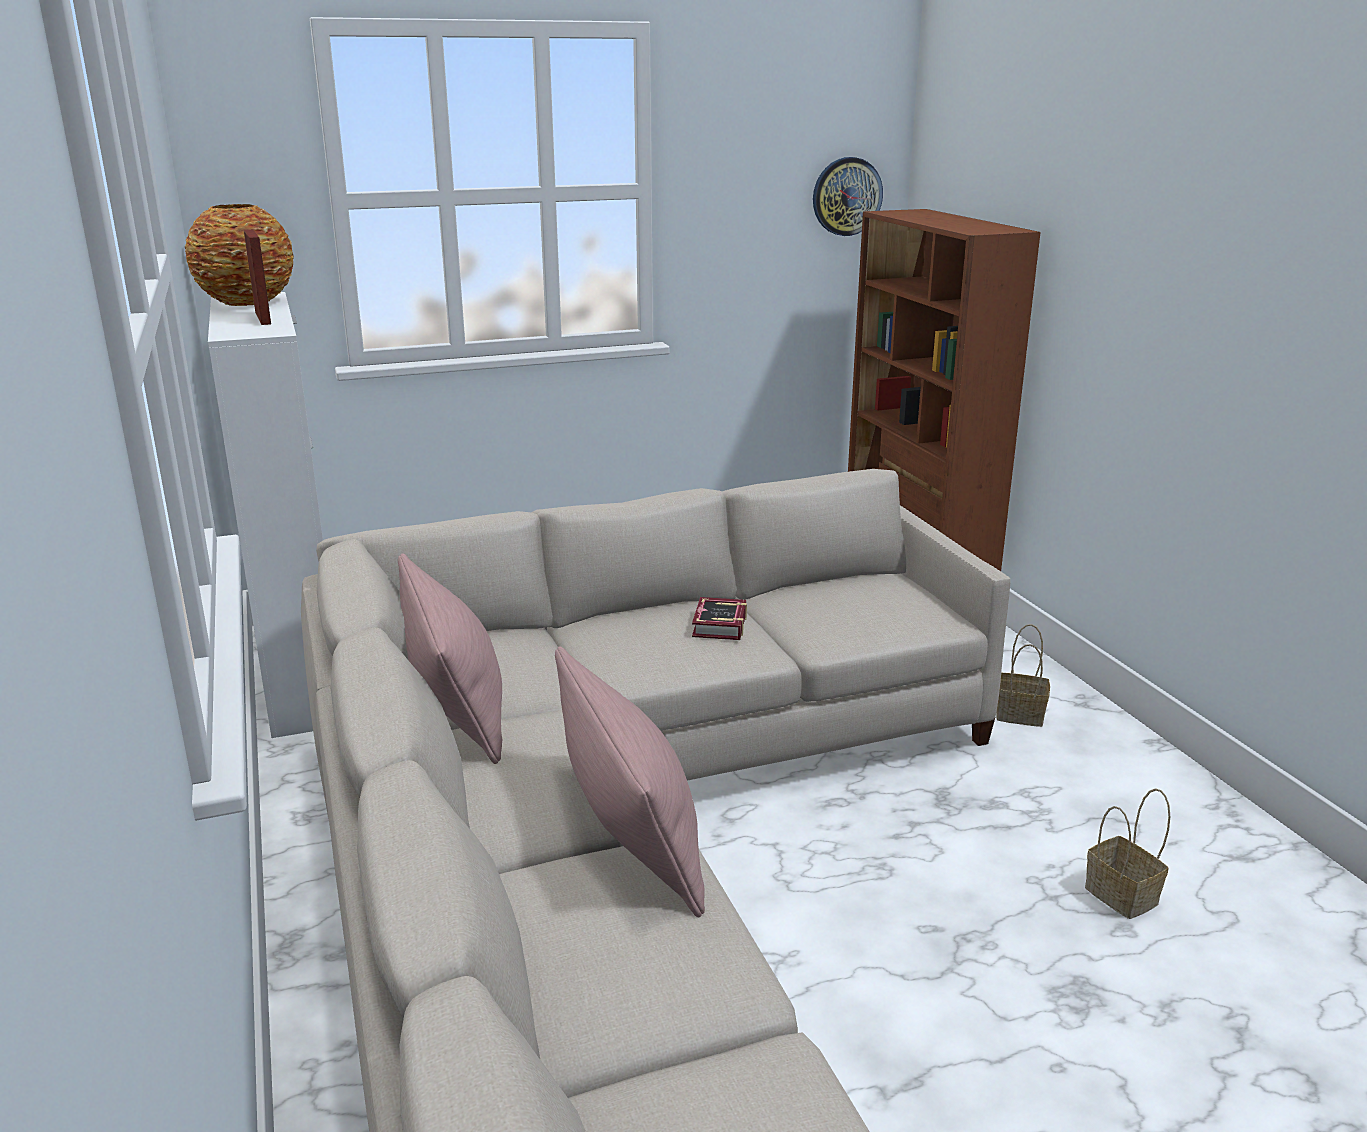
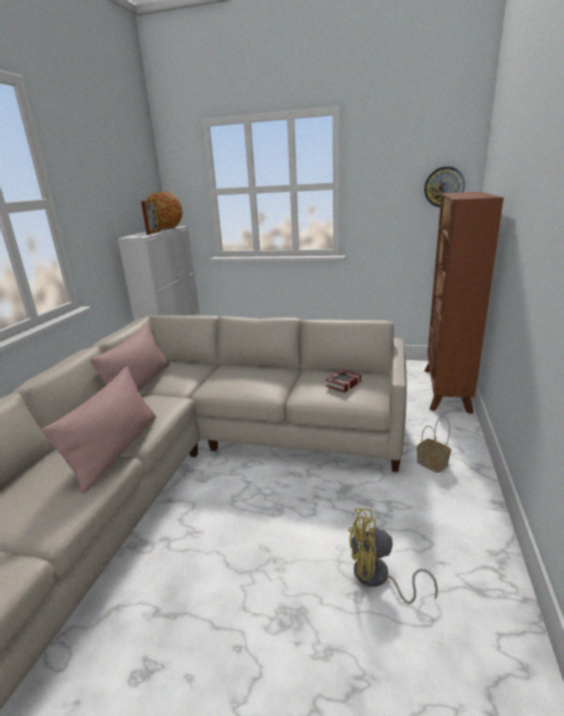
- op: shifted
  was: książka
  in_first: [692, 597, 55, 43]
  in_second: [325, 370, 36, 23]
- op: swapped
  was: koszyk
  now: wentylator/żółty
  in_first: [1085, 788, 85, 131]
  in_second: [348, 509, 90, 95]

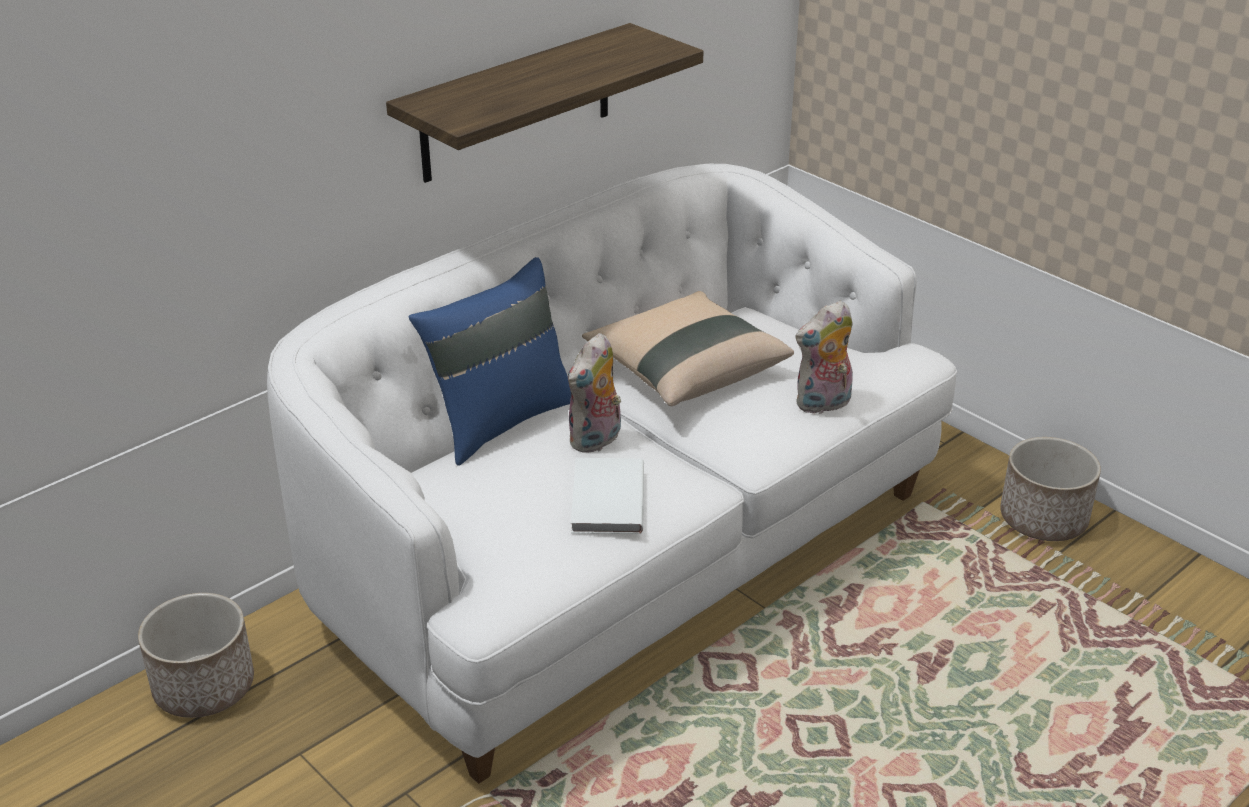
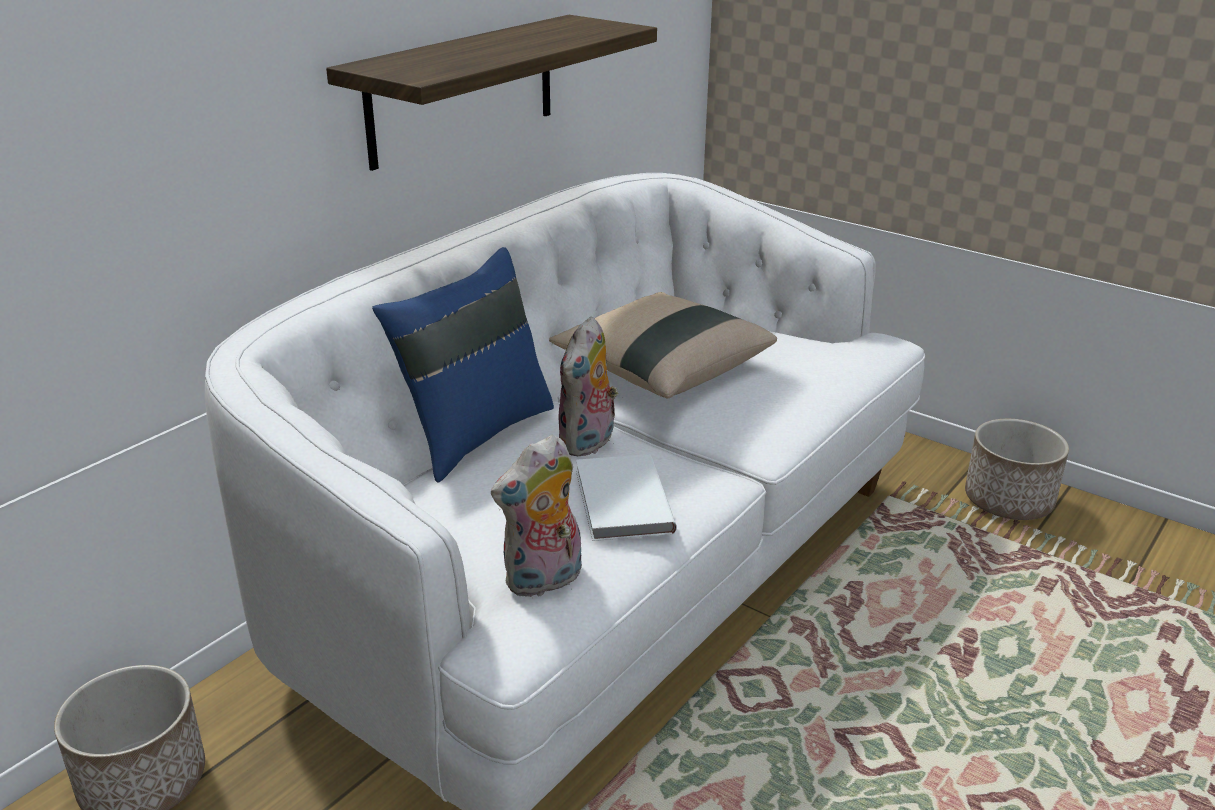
- op: shifted
  was: pluszak
  in_first: [795, 300, 58, 114]
  in_second: [491, 434, 91, 165]

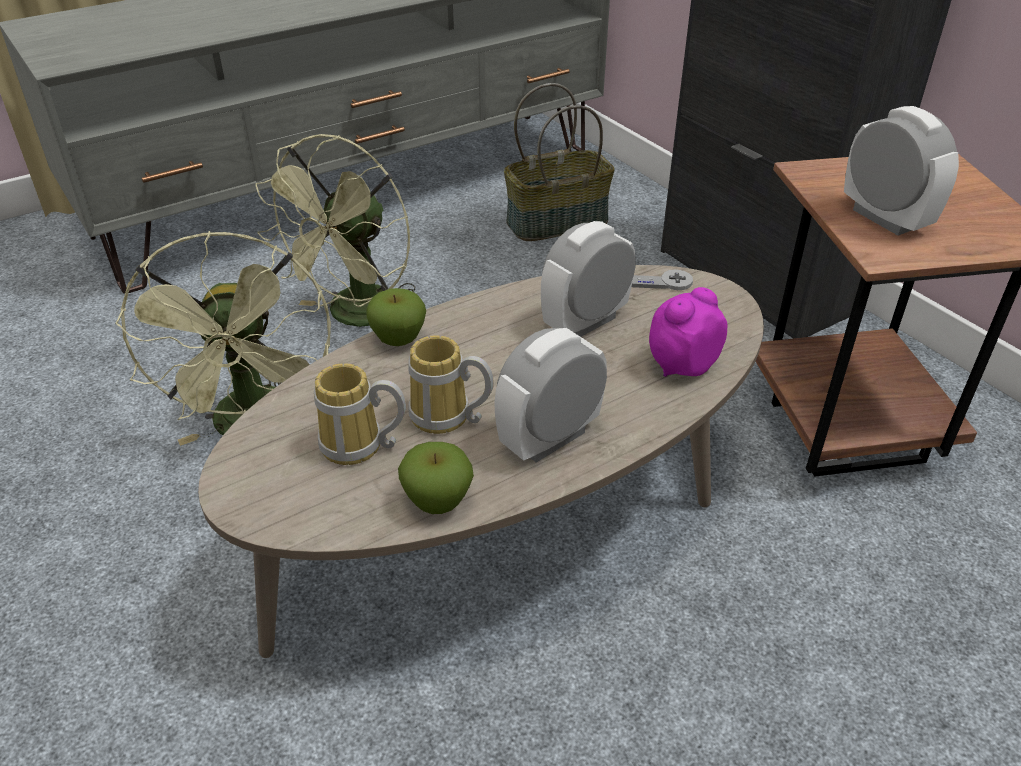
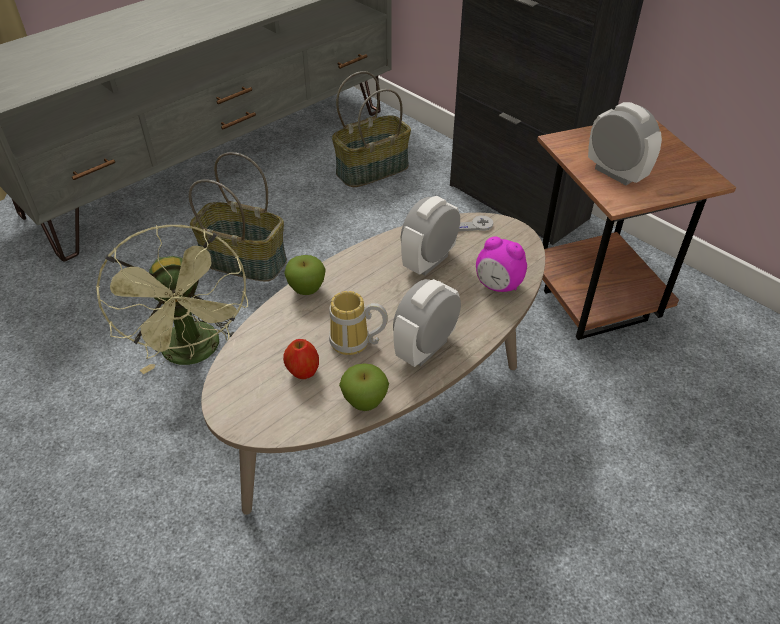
- op: swapped
  was: wentylator/zielony
  now: koszyk
  in_first: [255, 134, 161, 193]
  in_second: [189, 152, 98, 130]
- op: swapped
  was: kubek
  now: jabłko
  in_first: [314, 363, 92, 102]
  in_second: [283, 339, 36, 40]
- op: rotated
  was: budzik
  in_first: [649, 287, 78, 90]
  in_second: [476, 237, 51, 55]
  clockwise: -105

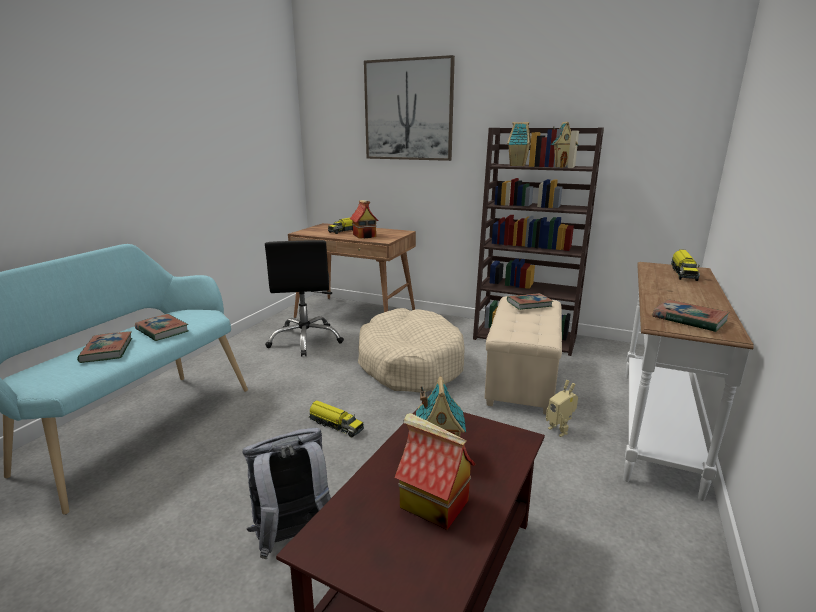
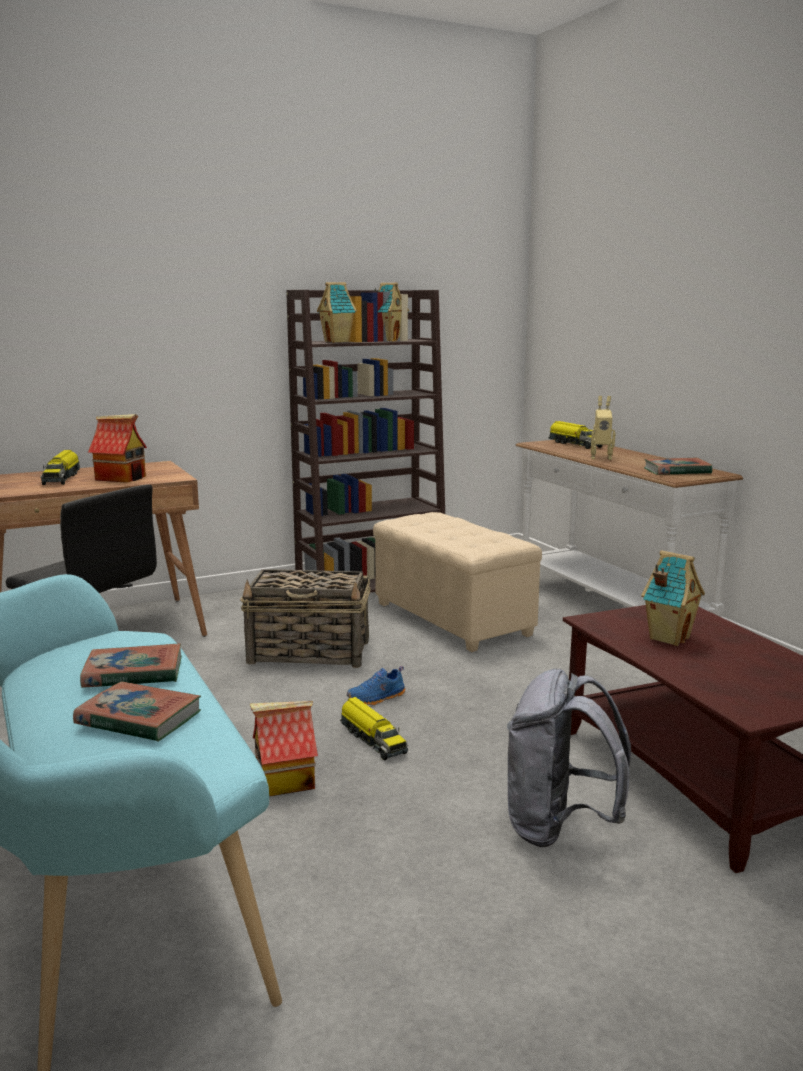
- op: swapped
  was: legowisko/beżowy
  now: koszyk
  in_first: [358, 308, 107, 85]
  in_second: [240, 569, 131, 99]
- op: shifted
  was: domek
  in_first: [394, 413, 81, 117]
  in_second: [250, 701, 68, 95]
- op: rotated
  was: ciężarówka zabawkowa
  in_first: [309, 400, 55, 38]
  in_second: [340, 697, 68, 63]
  clockwise: 75
- op: new
  now: but/niebieski
  in_second: [347, 666, 58, 39]
- op: shifted
  was: robot zabawkowy
  in_first: [546, 380, 32, 57]
  in_second: [591, 396, 25, 64]
- op: gone
  was: obraz
  in_first: [364, 55, 91, 106]
- op: gone
  was: książka
  in_first: [507, 293, 46, 17]

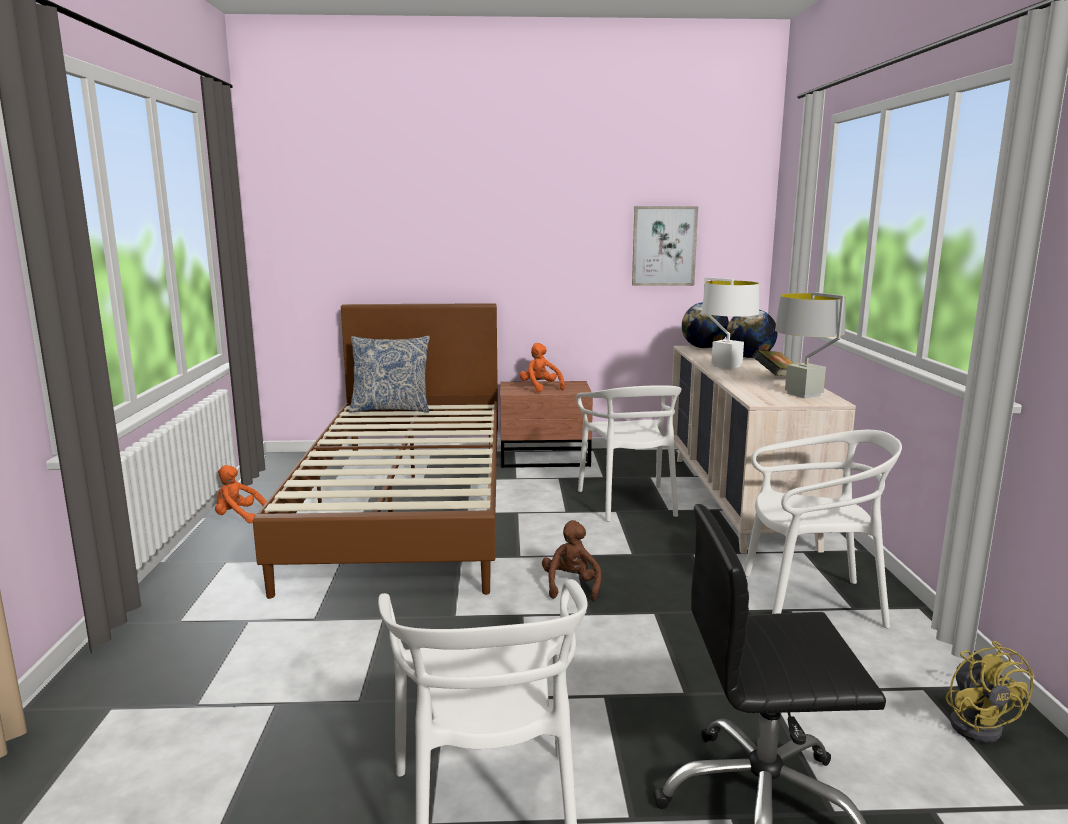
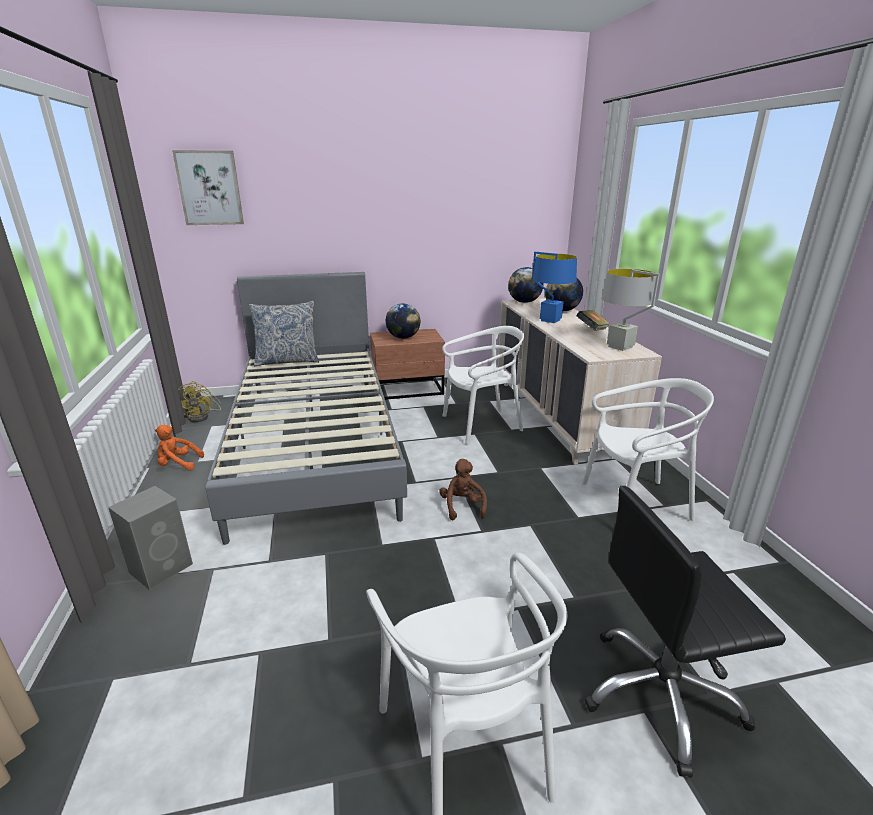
- op: new
  now: głośnik/szary
  in_second: [108, 486, 85, 104]
- op: shifted
  was: obraz
  in_first: [632, 206, 66, 80]
  in_second: [172, 150, 72, 75]
- op: shifted
  was: wentylator/żółty
  in_first: [945, 641, 89, 102]
  in_second: [178, 381, 43, 41]
- op: repainted
  was: łóżko/brązowy
  now: łóżko/szary
  in_first: [253, 303, 245, 296]
  in_second: [205, 272, 202, 273]
- op: swapped
  was: pluszak/pomarańczowy
  now: globus
  in_first: [520, 343, 45, 49]
  in_second: [386, 303, 34, 36]
- op: rotated
  was: krzesło/biały
  in_first: [576, 385, 106, 137]
  in_second: [442, 326, 82, 118]
  clockwise: -90
- op: repainted
  was: lampa stołowa/biały
  now: lampa stołowa/niebieski
  in_first: [702, 277, 57, 92]
  in_second: [532, 252, 45, 71]

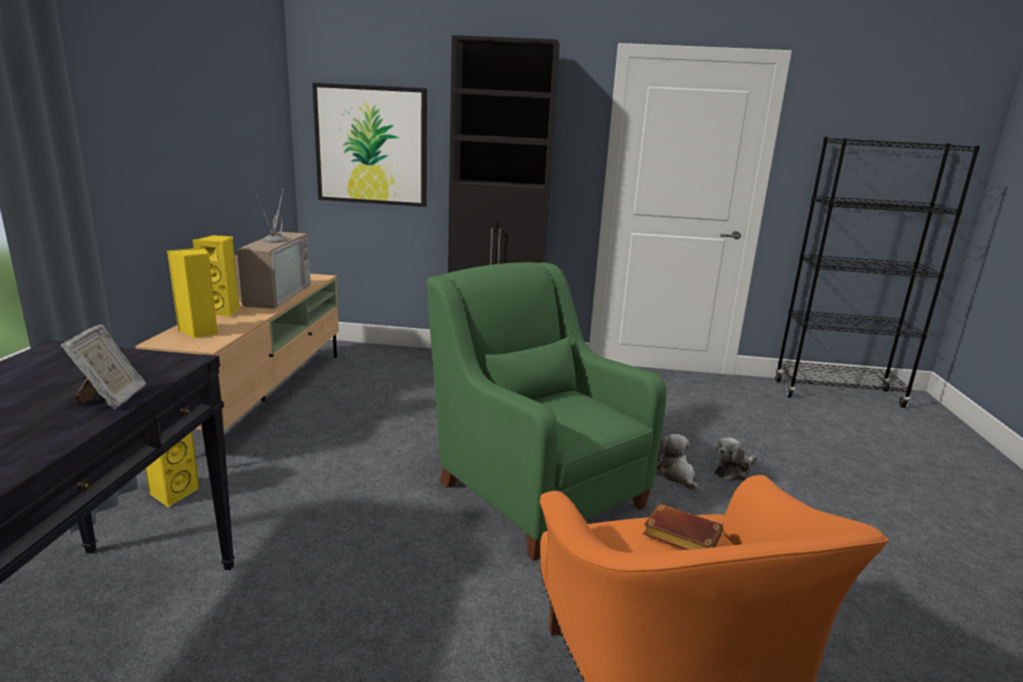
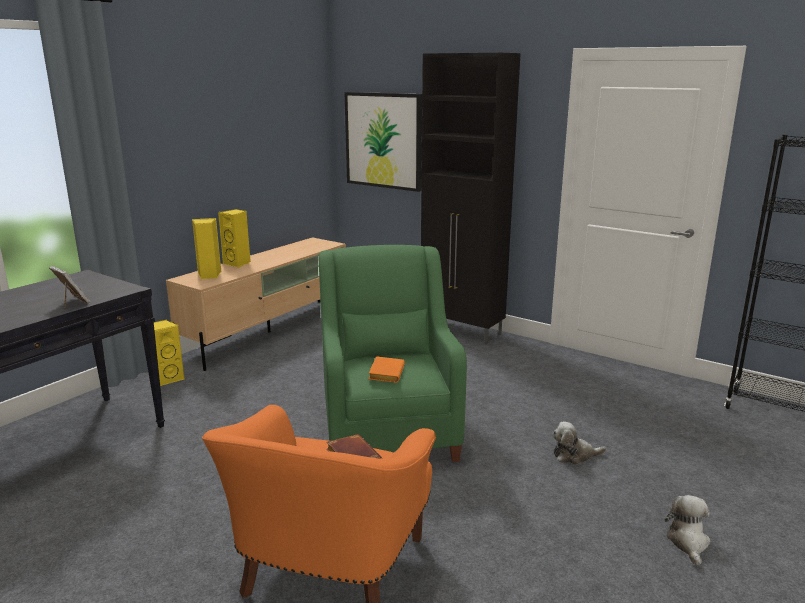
- op: rotated
  was: ramka na zdjęcie
  in_first: [61, 324, 85, 85]
  in_second: [48, 266, 43, 42]
  clockwise: -75
- op: new
  now: książka/pomarańczowy
  in_second: [369, 356, 36, 27]
- op: shifted
  was: pluszak
  in_first: [657, 434, 41, 57]
  in_second: [665, 495, 45, 71]
- op: gone
  was: telewizor
  in_first: [235, 189, 76, 120]

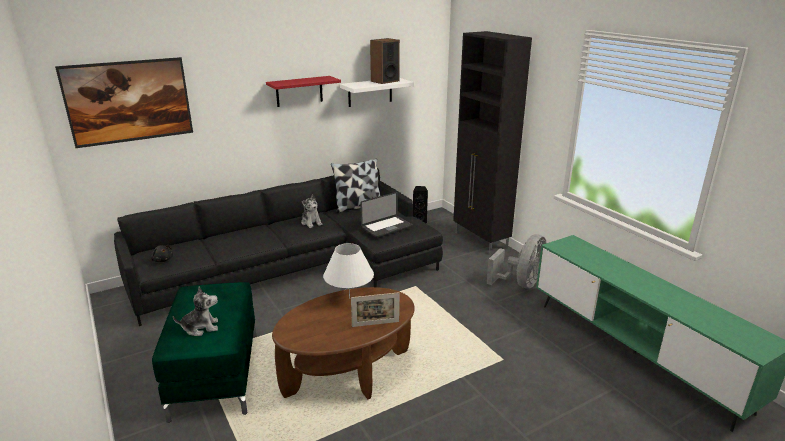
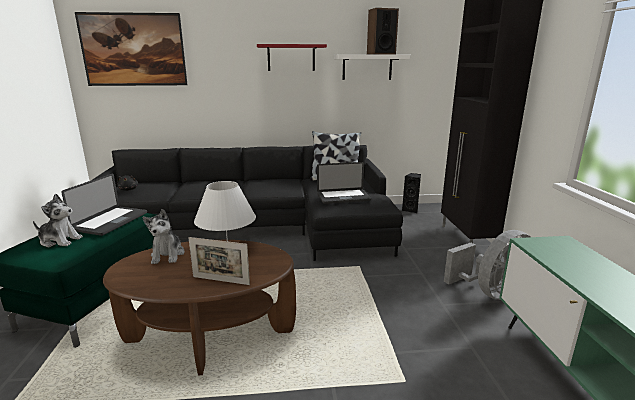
- op: new
  now: laptop
  in_second: [61, 174, 86, 62]
- op: shifted
  was: pluszak
  in_first: [301, 194, 22, 34]
  in_second: [143, 209, 42, 55]

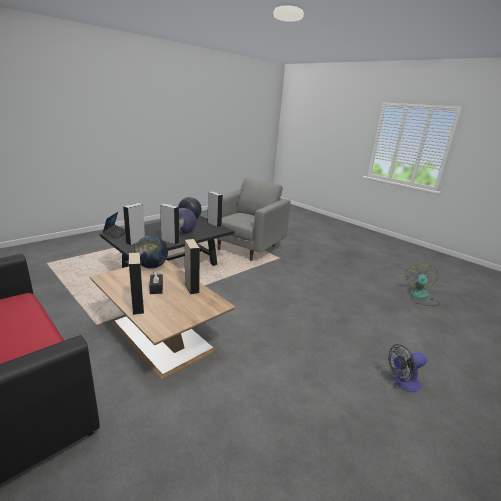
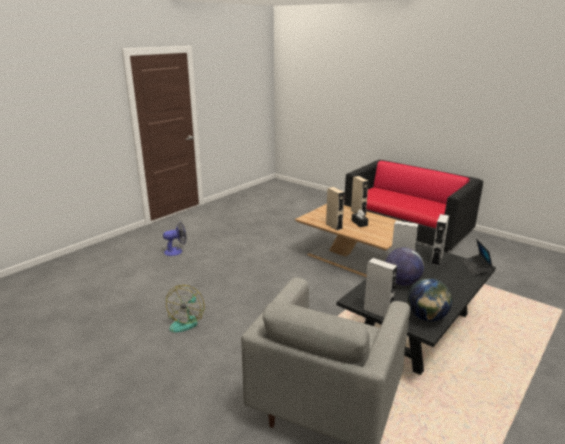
- op: shifted
  was: wentylator
  in_first: [405, 263, 36, 43]
  in_second: [166, 285, 39, 48]
- op: gone
  was: globus
  in_first: [134, 236, 34, 33]

